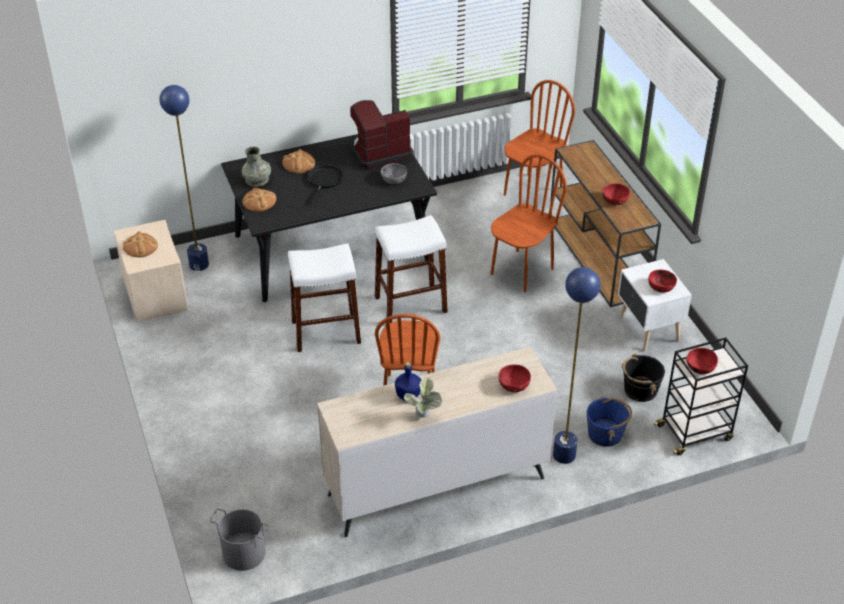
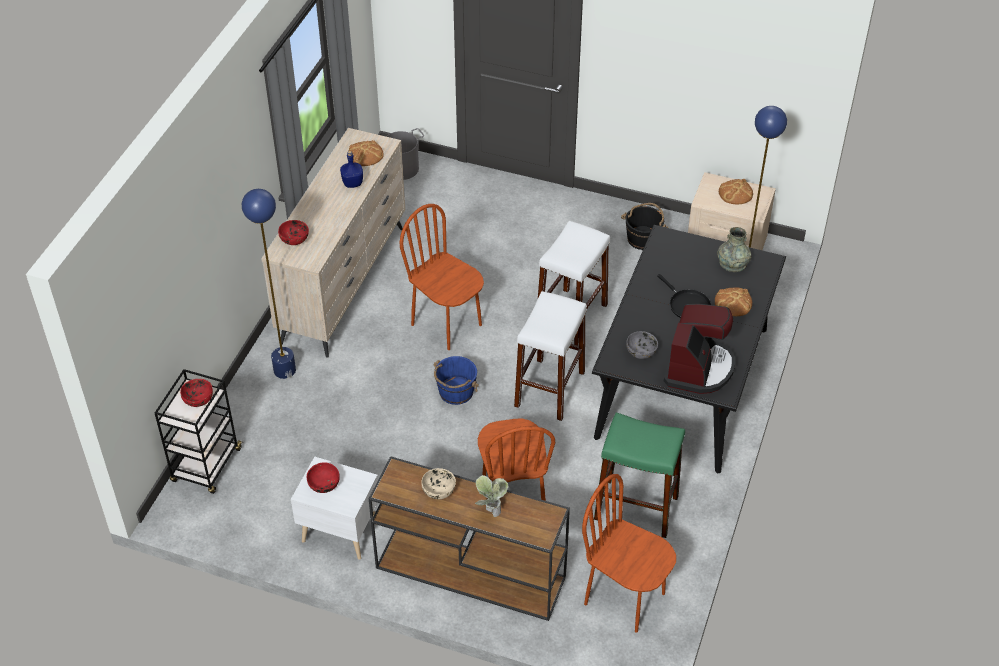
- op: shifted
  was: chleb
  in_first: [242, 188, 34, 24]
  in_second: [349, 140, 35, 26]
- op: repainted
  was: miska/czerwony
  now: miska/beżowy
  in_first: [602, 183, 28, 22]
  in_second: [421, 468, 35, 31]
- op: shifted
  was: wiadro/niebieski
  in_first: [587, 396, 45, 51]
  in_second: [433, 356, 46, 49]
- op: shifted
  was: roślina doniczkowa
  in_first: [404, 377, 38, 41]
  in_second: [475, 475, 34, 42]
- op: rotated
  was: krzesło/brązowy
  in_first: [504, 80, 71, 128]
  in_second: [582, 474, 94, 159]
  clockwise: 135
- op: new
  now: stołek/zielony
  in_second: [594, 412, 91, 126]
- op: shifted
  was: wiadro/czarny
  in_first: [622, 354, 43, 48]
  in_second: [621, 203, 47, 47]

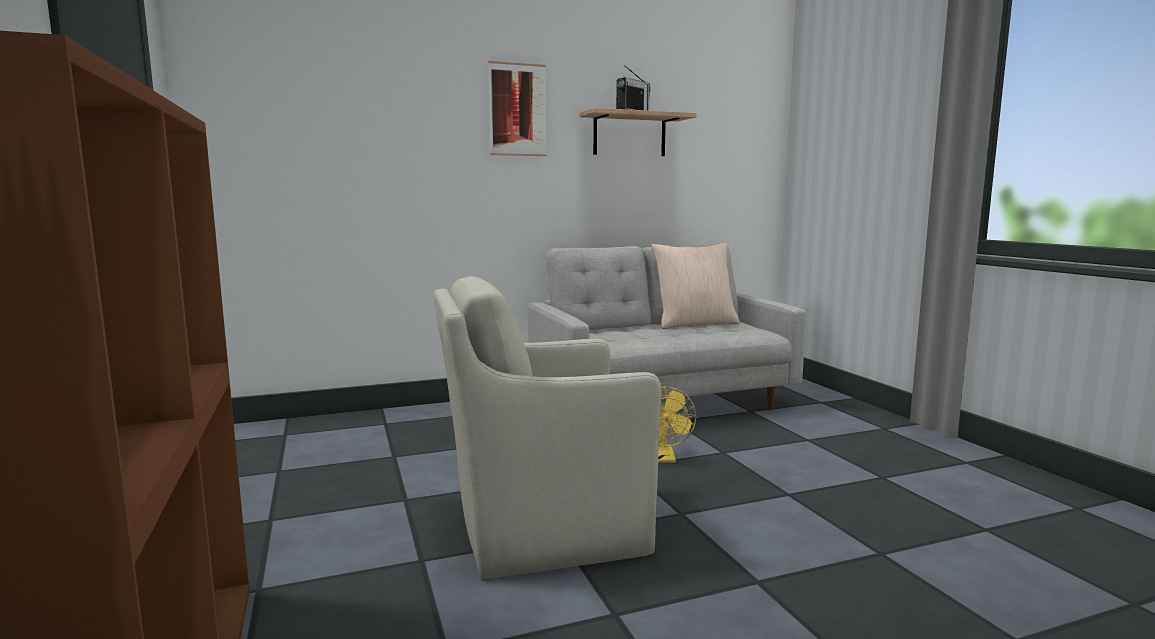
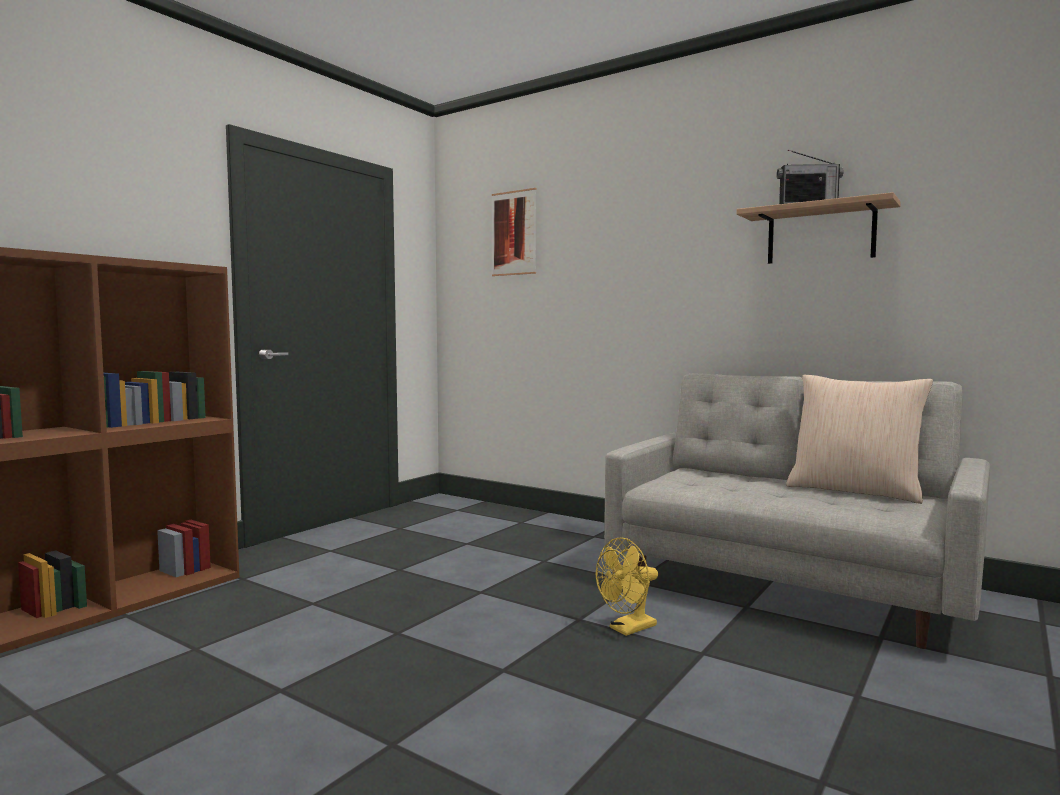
- op: shifted
  was: obraz
  in_first: [488, 61, 59, 95]
  in_second: [492, 188, 44, 88]
- op: gone
  was: fotel/beżowy
  in_first: [434, 276, 228, 303]

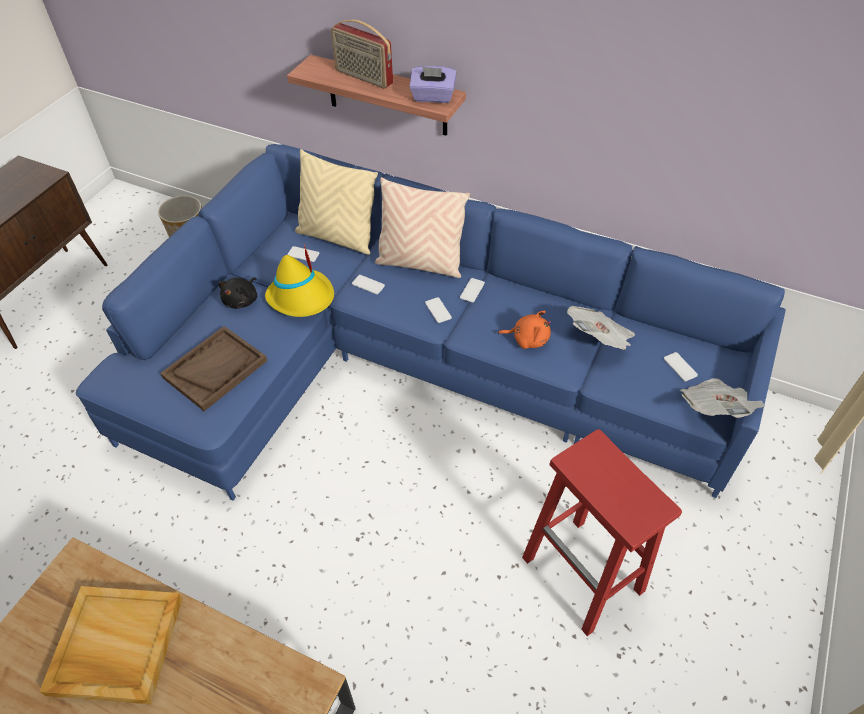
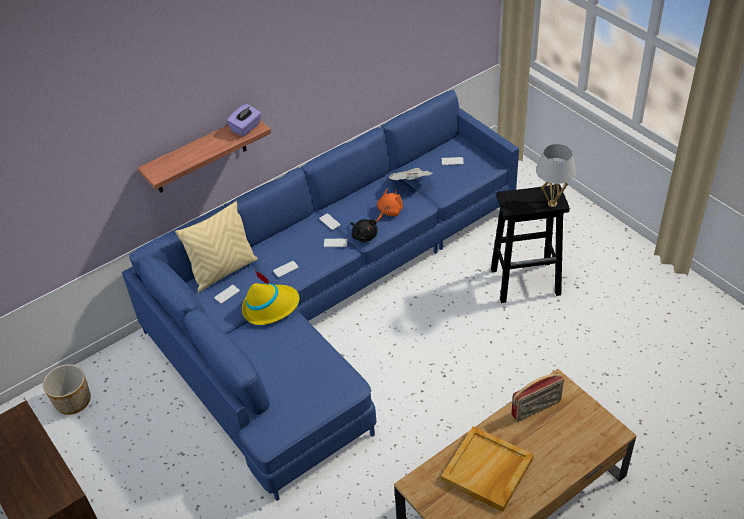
- op: shifted
  was: pluszak/czarny
  in_first: [218, 277, 39, 32]
  in_second: [350, 219, 28, 23]
- op: repainted
  was: stołek/czerwony
  now: stołek/czarny
  in_first: [522, 429, 160, 207]
  in_second: [491, 184, 79, 119]
- op: shifted
  was: radio
  in_first: [331, 19, 62, 70]
  in_second: [511, 372, 53, 50]
- op: new
  now: lampa stołowa/biały
  in_second: [536, 144, 41, 63]
- op: gone
  was: taca/brązowy
  in_first: [160, 326, 107, 85]
- op: gone
  was: poduszka/beżowy
  in_first: [375, 177, 95, 101]
- op: gone
  was: gazeta
  in_first: [680, 378, 85, 40]

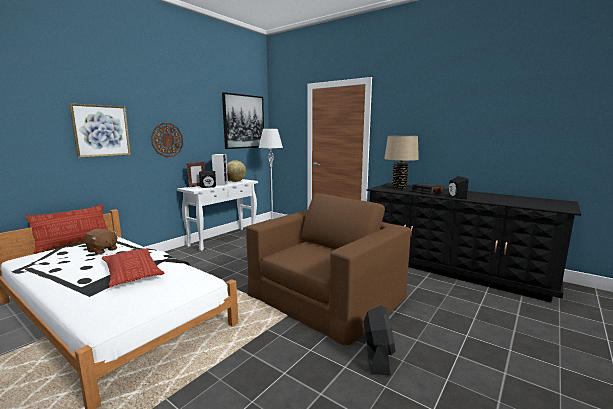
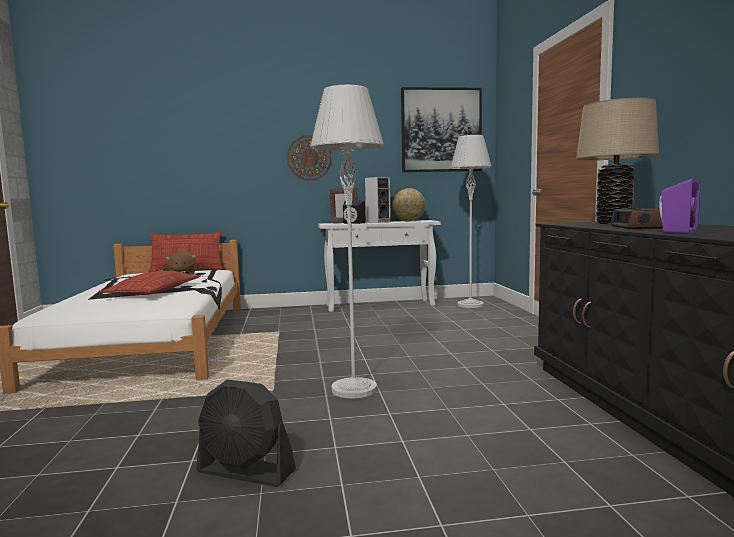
- op: rotated
  was: wentylator/czarny
  in_first: [364, 306, 31, 69]
  in_second: [196, 380, 100, 107]
  clockwise: 60
- op: swapped
  was: fotel/brązowy
  now: lampa stojąca/szary
  in_first: [246, 194, 165, 152]
  in_second: [310, 85, 74, 314]
- op: repainted
  was: głośnik/czarny
  now: głośnik/fioletowy
  in_first: [449, 176, 20, 23]
  in_second: [659, 178, 42, 56]
- op: gone
  was: obraz
  in_first: [69, 103, 62, 55]

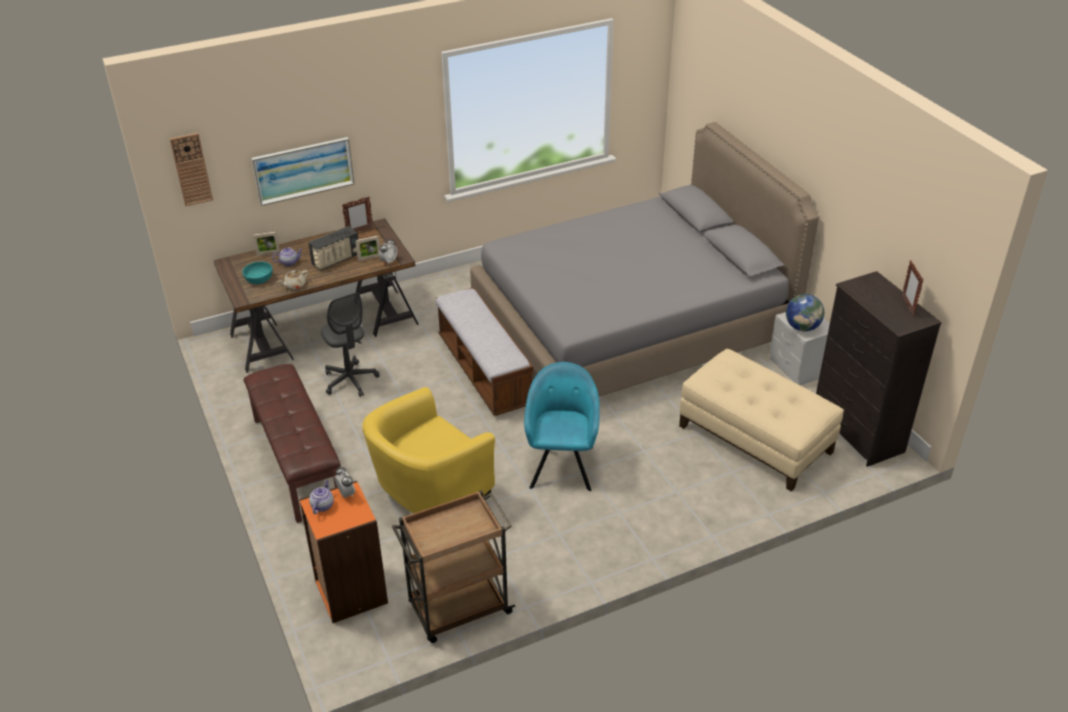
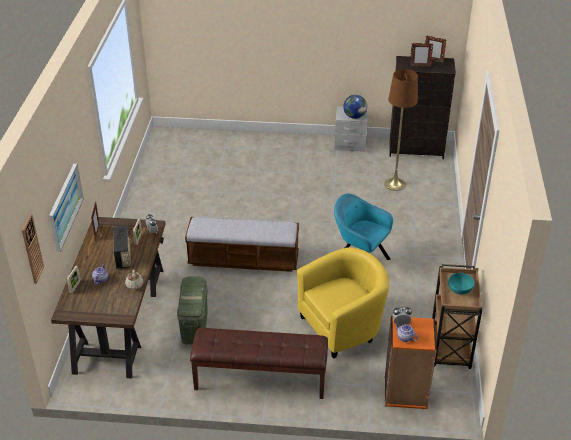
- op: swapped
  was: krzesło biurowe/szary
  now: pojemnik do przechowywania/zielony
  in_first: [321, 292, 58, 105]
  in_second: [177, 277, 31, 67]
- op: rotated
  was: fotel/żółty
  in_first: [362, 387, 133, 126]
  in_second: [297, 247, 92, 112]
  clockwise: -105
- op: swapped
  was: pufa/beżowy
  now: lampa stojąca/brązowy
  in_first: [679, 349, 165, 143]
  in_second: [385, 69, 33, 122]
- op: new
  now: ramka na zdjęcie
  in_second: [410, 43, 24, 24]
- op: shifted
  was: miska/turkusowy
  in_first: [242, 262, 31, 22]
  in_second: [448, 273, 26, 22]
- op: gone
  was: łóżko/szary
  in_first: [470, 122, 349, 275]

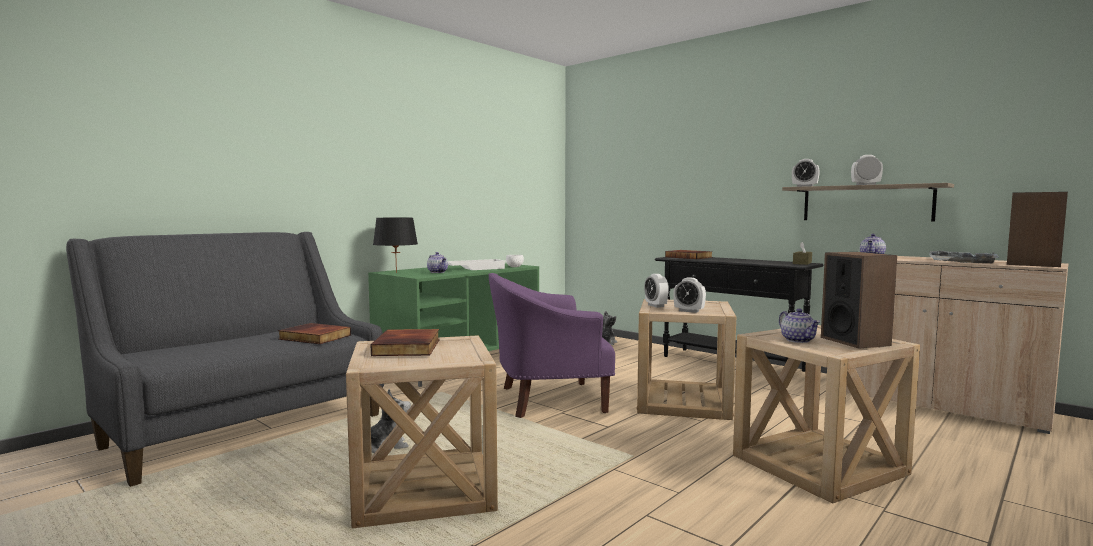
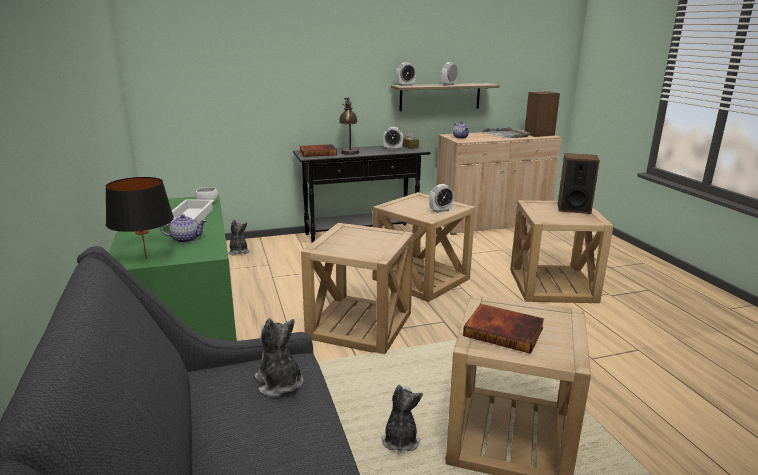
- op: swapped
  was: książka
  now: pluszak
  in_first: [278, 323, 73, 21]
  in_second: [254, 318, 49, 79]
- op: swapped
  was: fotel/fioletowy
  now: stolik/beżowy
  in_first: [488, 273, 127, 145]
  in_second: [301, 223, 113, 131]
- op: new
  now: lampa stołowa
  in_second: [339, 97, 21, 58]
- op: shifted
  was: budzik
  in_first: [644, 274, 25, 34]
  in_second: [383, 127, 20, 23]
- op: gone
  was: imbryk
  in_first: [779, 309, 42, 34]

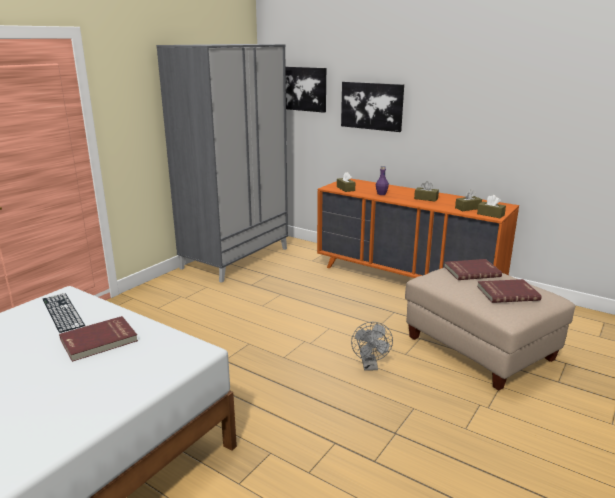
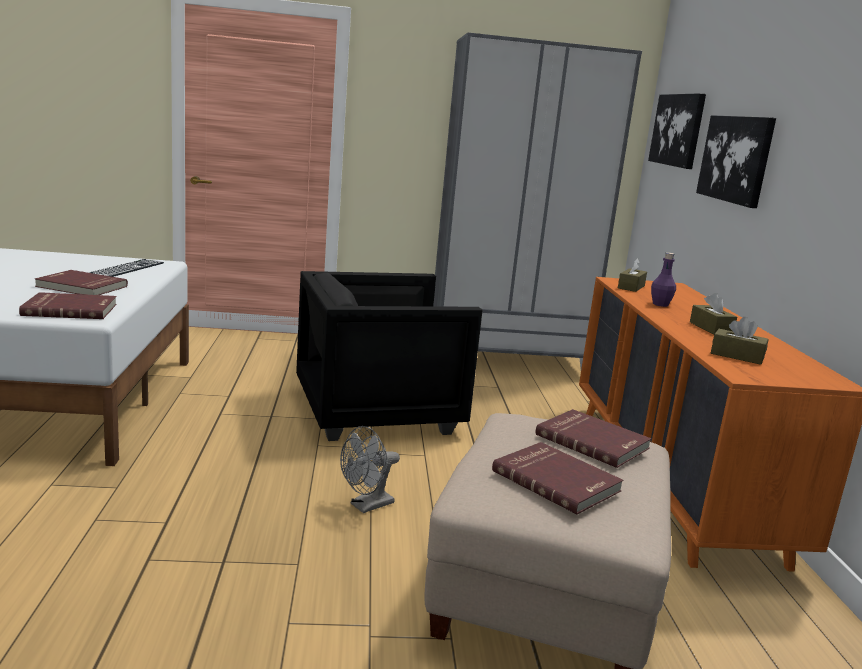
- op: new
  now: książka/czerwony
  in_second: [19, 292, 98, 27]
- op: new
  now: fotel/czarny
  in_second: [296, 271, 187, 170]
- op: gone
  was: pudełko chusteczek/brązowy
  in_first: [477, 195, 29, 23]

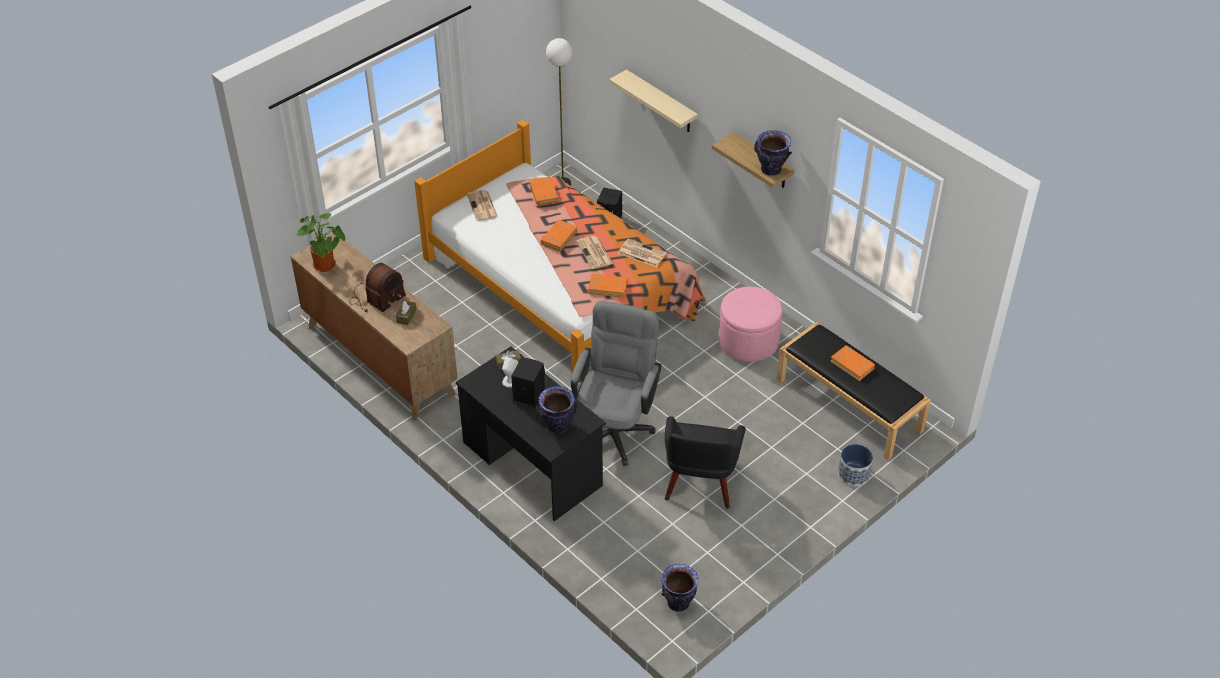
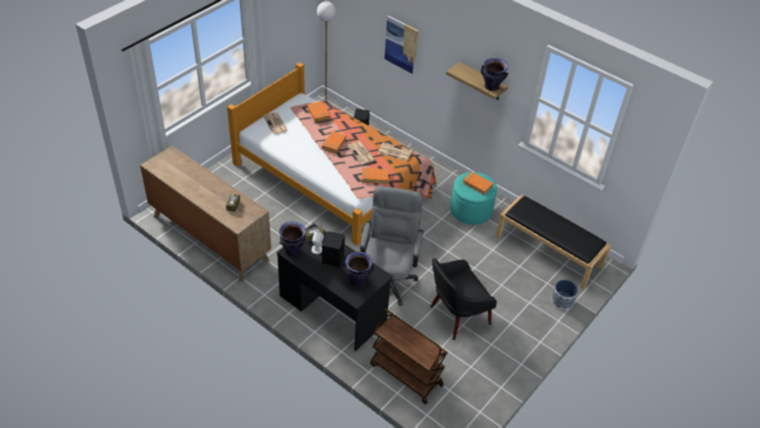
- op: shifted
  was: wazon
  in_first: [661, 564, 38, 48]
  in_second: [279, 221, 27, 35]
- op: new
  now: wózek/brązowy
  in_second: [370, 309, 78, 95]
- op: swapped
  was: półka/beżowy
  now: obraz
  in_first: [609, 69, 89, 63]
  in_second: [384, 16, 35, 58]
- op: rotated
  was: fotel/czarny
  in_first: [665, 416, 81, 93]
  in_second: [430, 258, 67, 82]
  clockwise: 60
- op: repainted
  was: pufa/różowy
  now: pufa/turkusowy
  in_first: [719, 287, 64, 75]
  in_second: [450, 172, 47, 53]
- op: shifted
  was: książka/pomarańczowy
  in_first: [830, 345, 45, 36]
  in_second: [463, 172, 30, 23]
- op: gone
  was: roślina doniczkowa
  in_first: [296, 213, 50, 59]
- op: gone
  was: radio
  in_first: [349, 263, 57, 49]

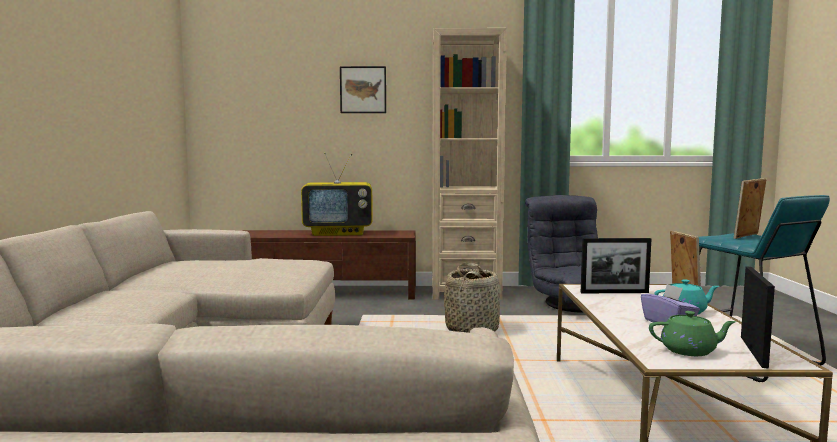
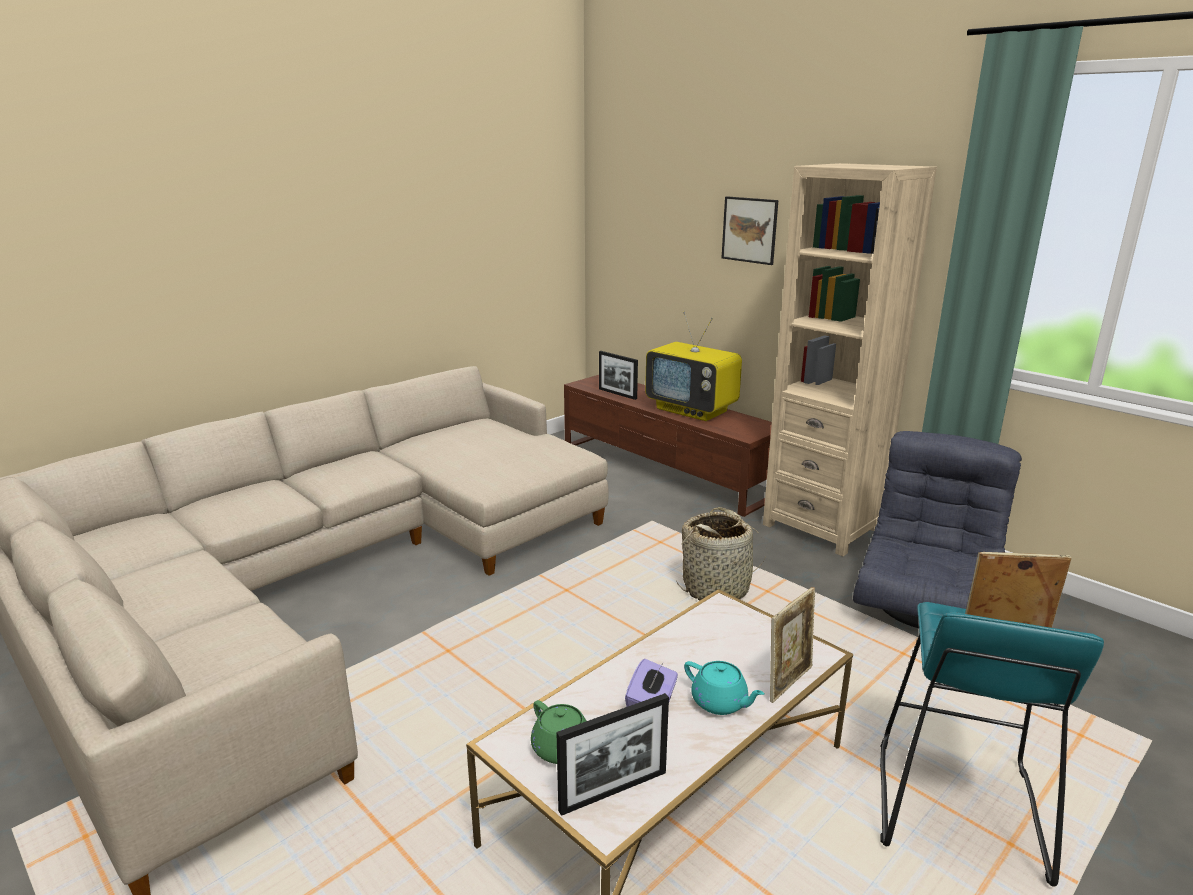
- op: shifted
  was: ramka na zdjęcie
  in_first: [581, 238, 70, 55]
  in_second: [599, 351, 39, 49]

